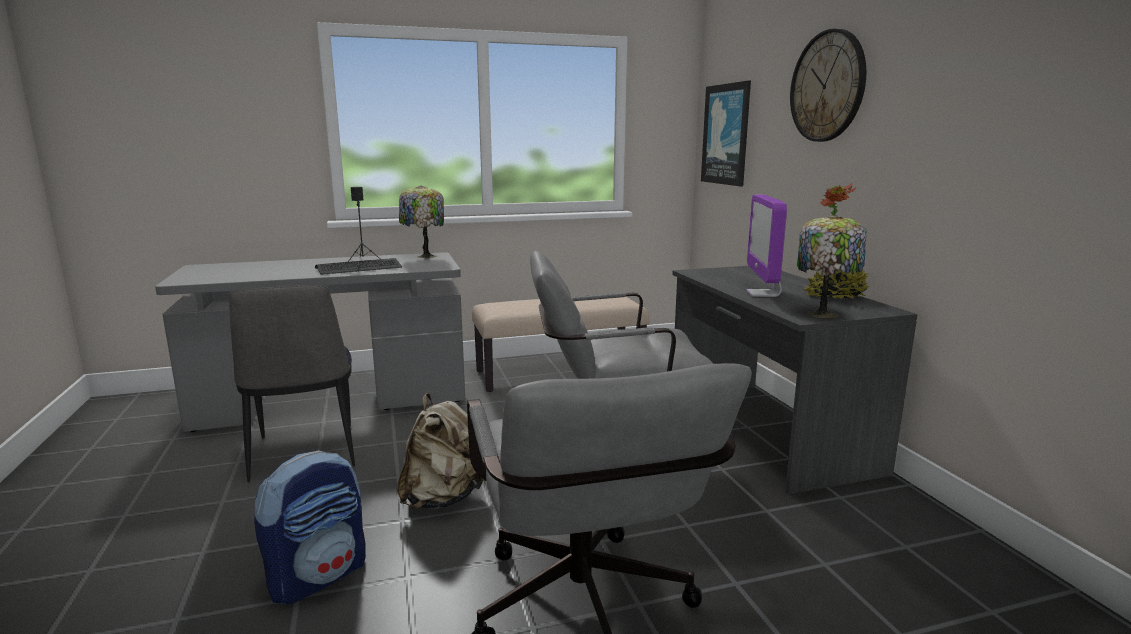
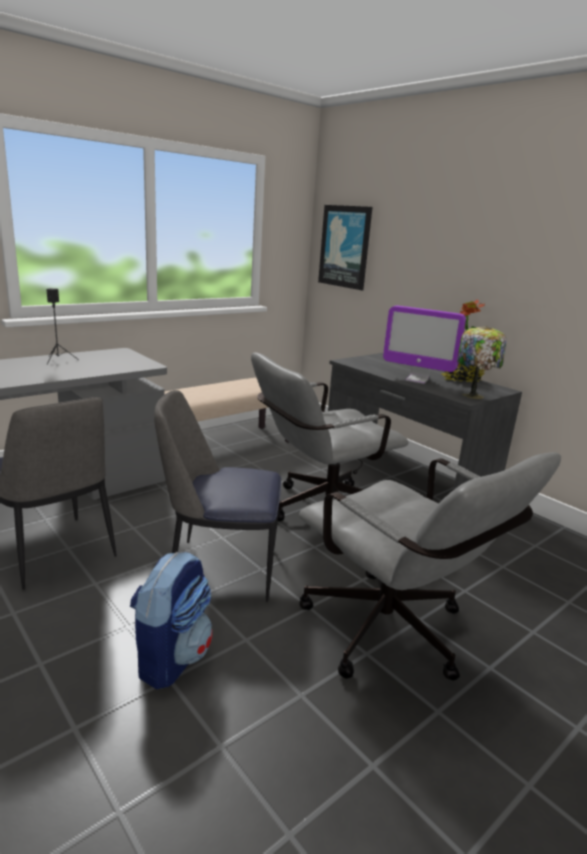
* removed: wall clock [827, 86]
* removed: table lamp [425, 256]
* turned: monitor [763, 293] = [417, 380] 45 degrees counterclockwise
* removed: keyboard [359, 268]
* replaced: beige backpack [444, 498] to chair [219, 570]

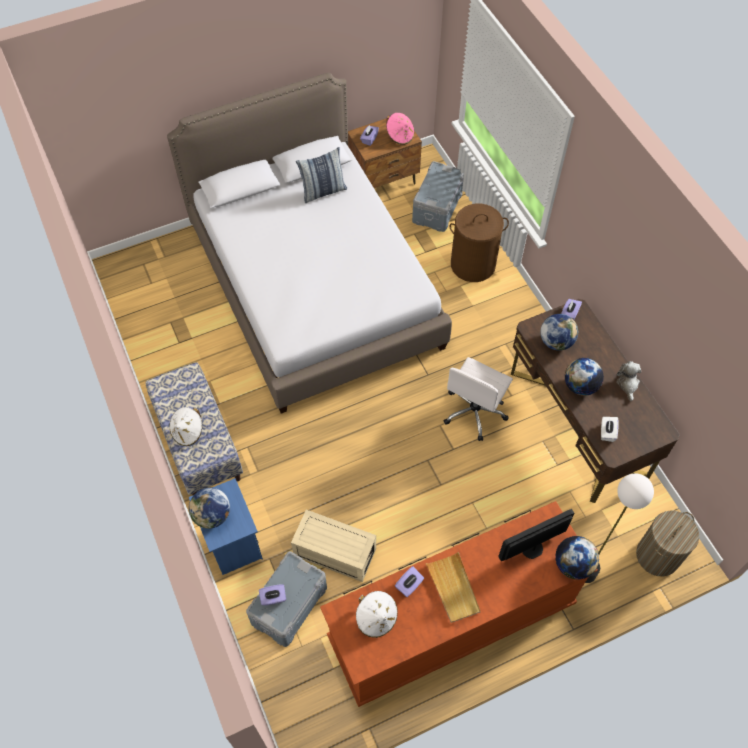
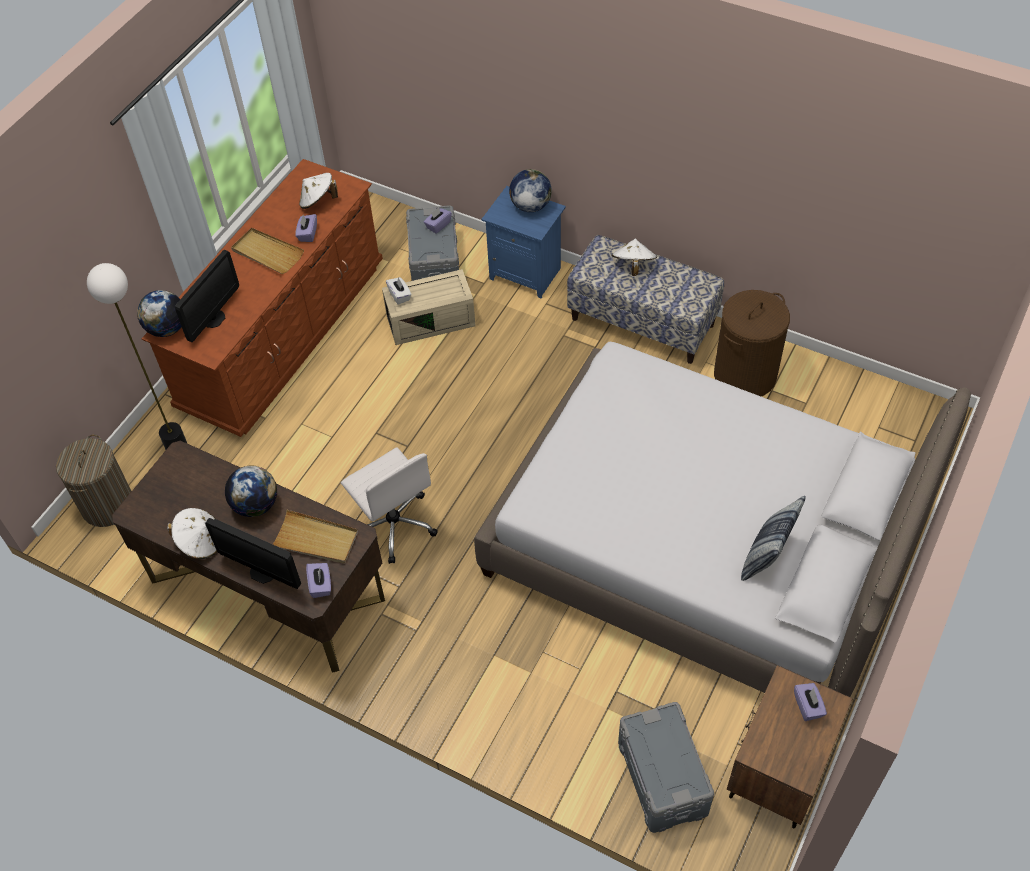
* removed: pink hat [400, 136]
* moved: brown laundry basket [472, 265] to [744, 375]
* replaced: globe [556, 341] to beige tray [316, 539]
* turned: white office chair [474, 412] = [394, 525] 150 degrees clockwise
* replaced: plush toy [627, 384] to white hat [200, 542]
* moved: white tissue box [607, 432] to [399, 295]
* added: monitor [263, 572]

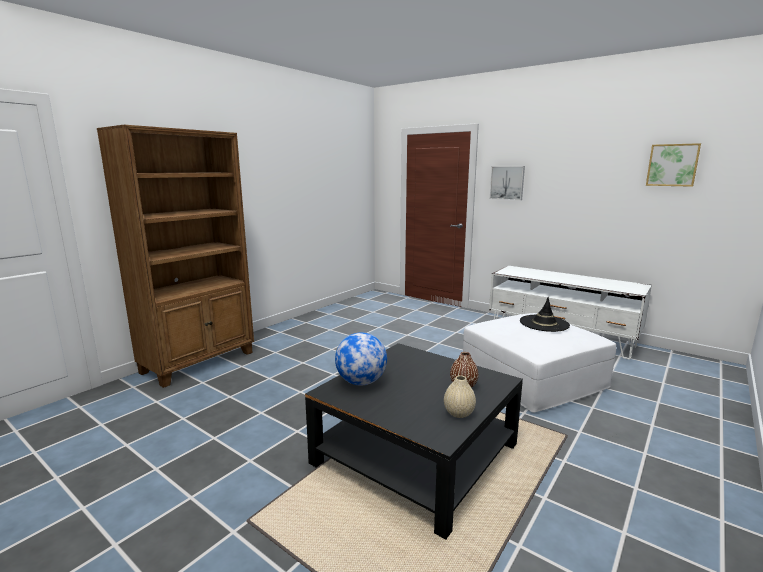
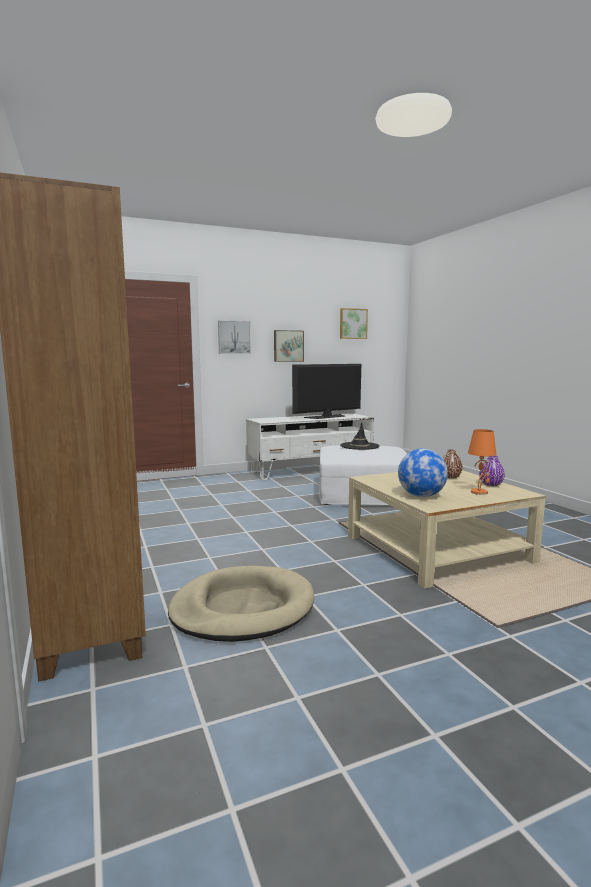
* recoloured: black coffee table [416, 453] to beige coffee table [437, 548]
* recoloured: beige vase [459, 413] to purple vase [491, 484]
* added: picture [288, 346]
* added: television [327, 417]
* added: orange table lamp [479, 492]
* added: beige dog bed [242, 608]

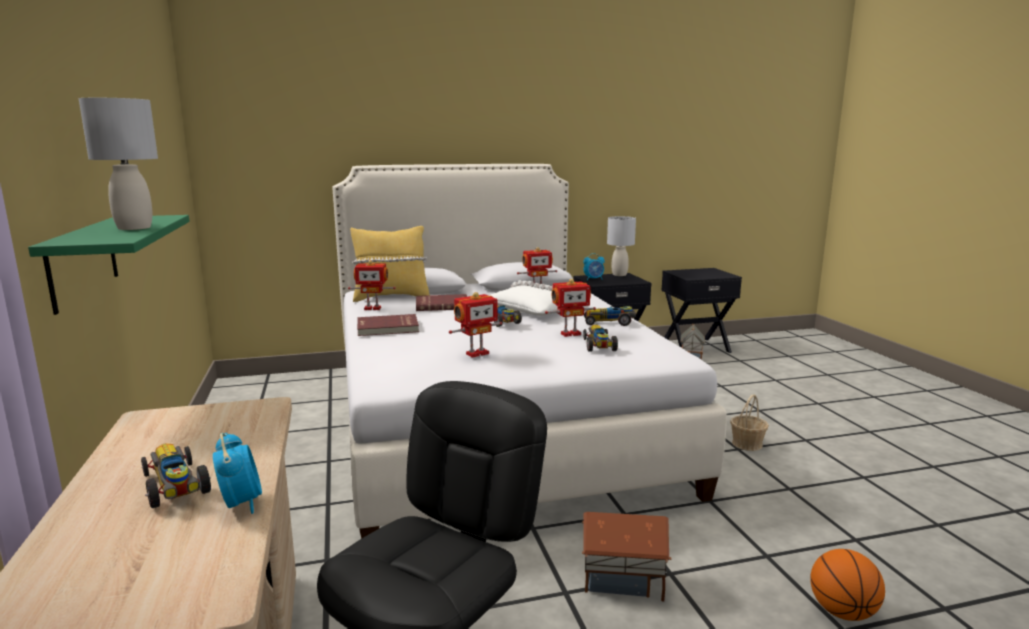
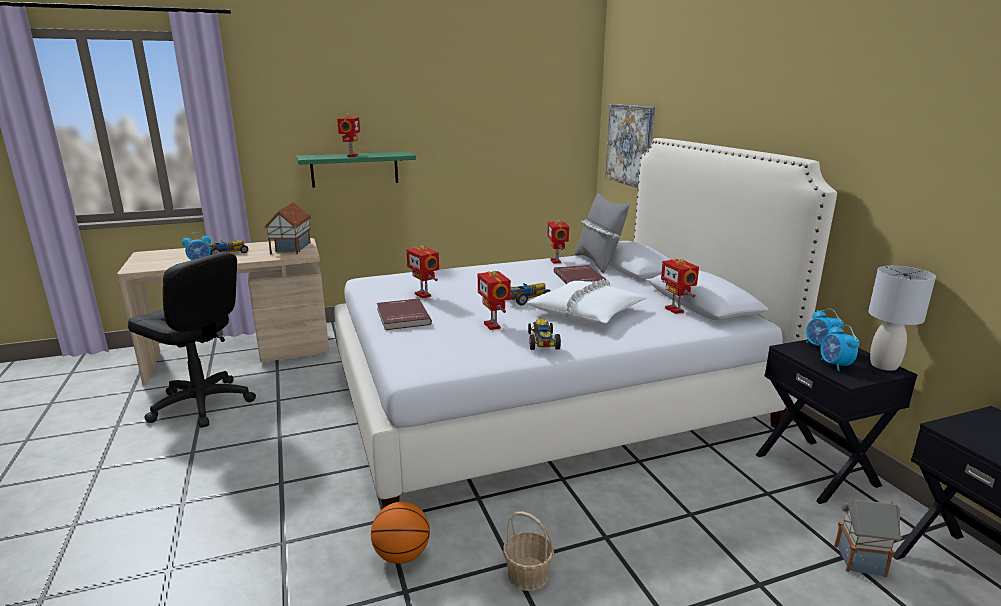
* replaced: grey table lamp [133, 228] to toy robot [351, 156]
* recoloured: yellow pillow [391, 297] to grey pillow [598, 262]
* moved: red book [387, 328] to [402, 317]
* removed: toy car [599, 346]
* moved: toy house [623, 583] to [290, 248]
* moved: basketball [842, 612] to [402, 555]
* added: picture [630, 145]
* added: alarm clock [835, 365]

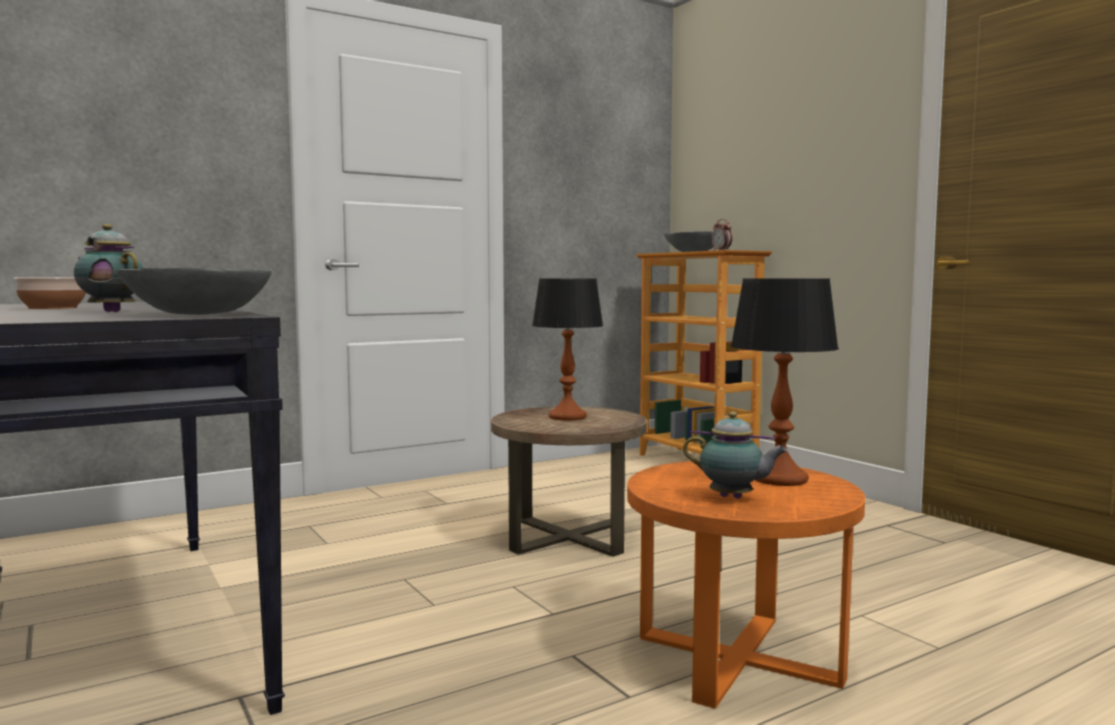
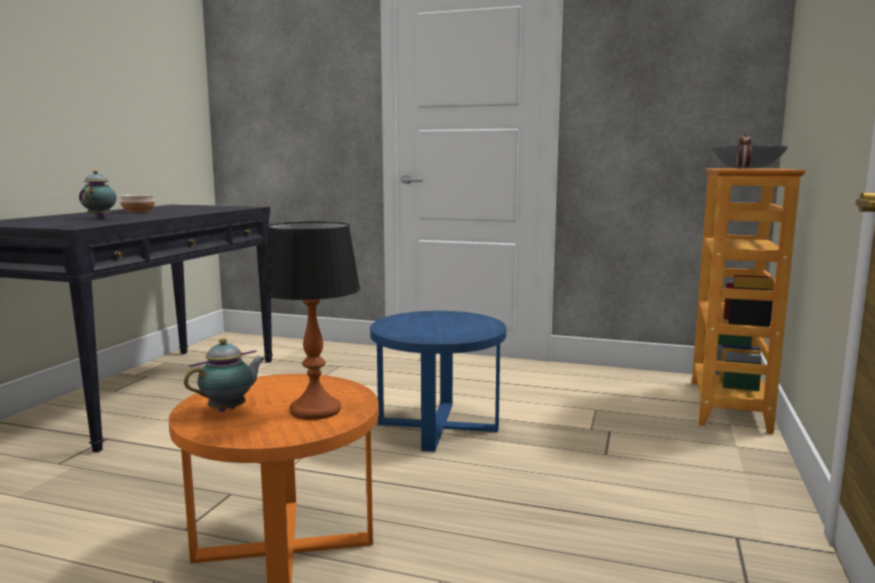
* removed: grey bowl [198, 314]
* removed: table lamp [568, 417]
* recoloured: brown side table [568, 536] to blue side table [438, 425]
* turned: teapot [733, 498] = [230, 409] 120 degrees counterclockwise

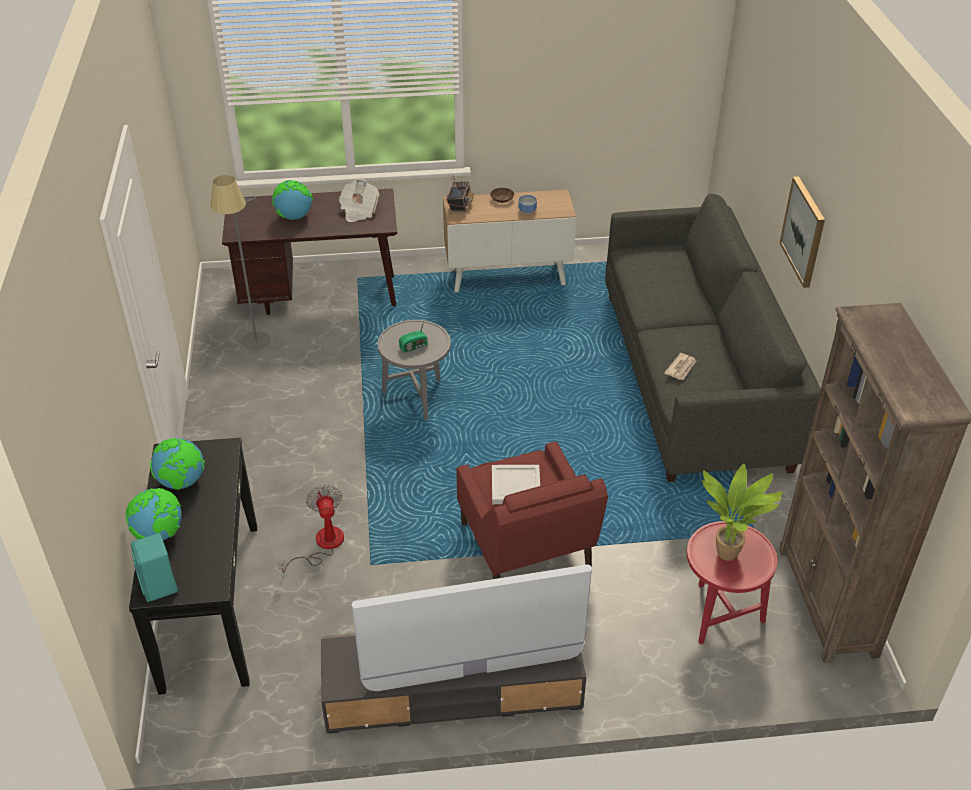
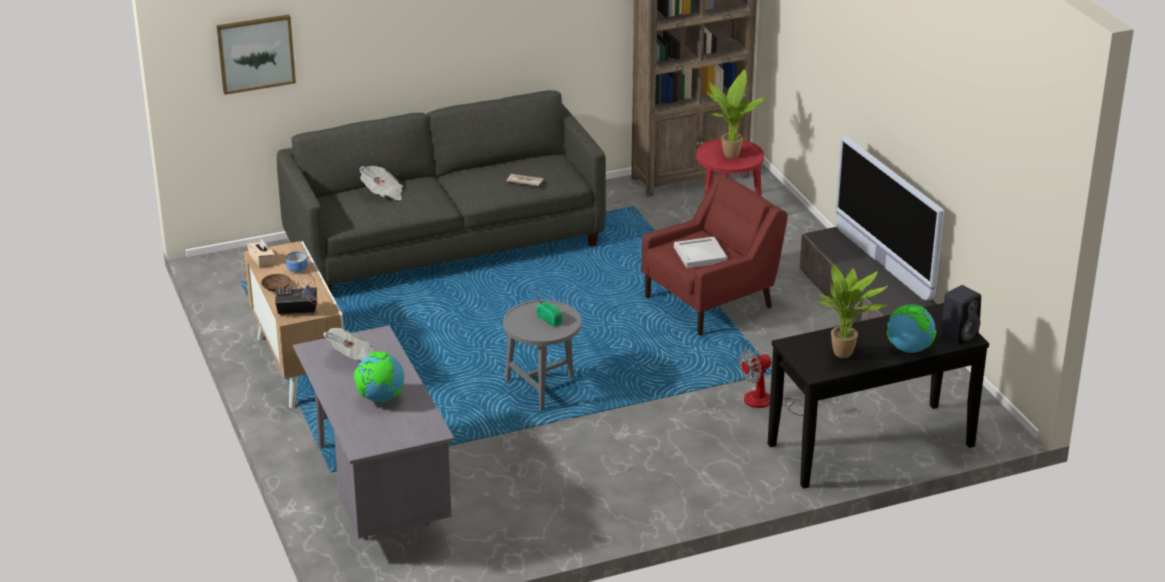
* removed: grey floor lamp [256, 348]
* moved: picture [804, 231] to [256, 53]
* recoloured: brown desk [320, 295] to grey desk [376, 492]
* replaced: globe [182, 483] to potted plant [846, 354]
* recoloured: turquoise speaker [159, 586] to black speaker [959, 334]
* added: newspaper [382, 193]
* added: beige tissue box [262, 260]

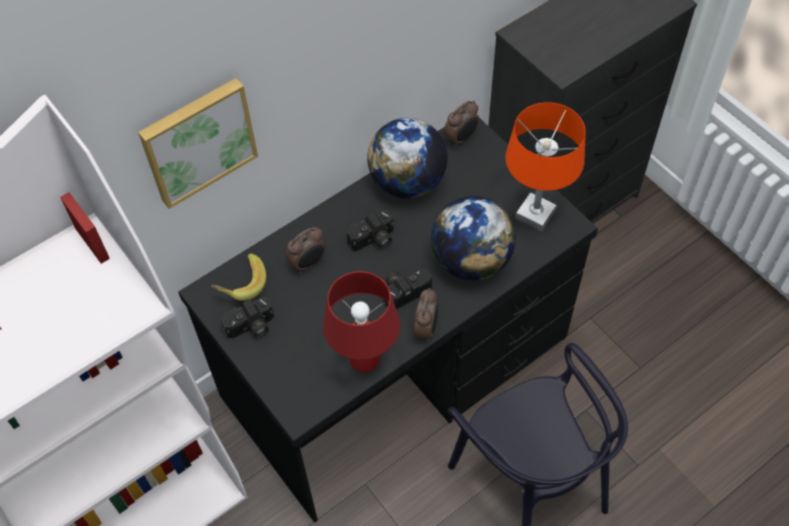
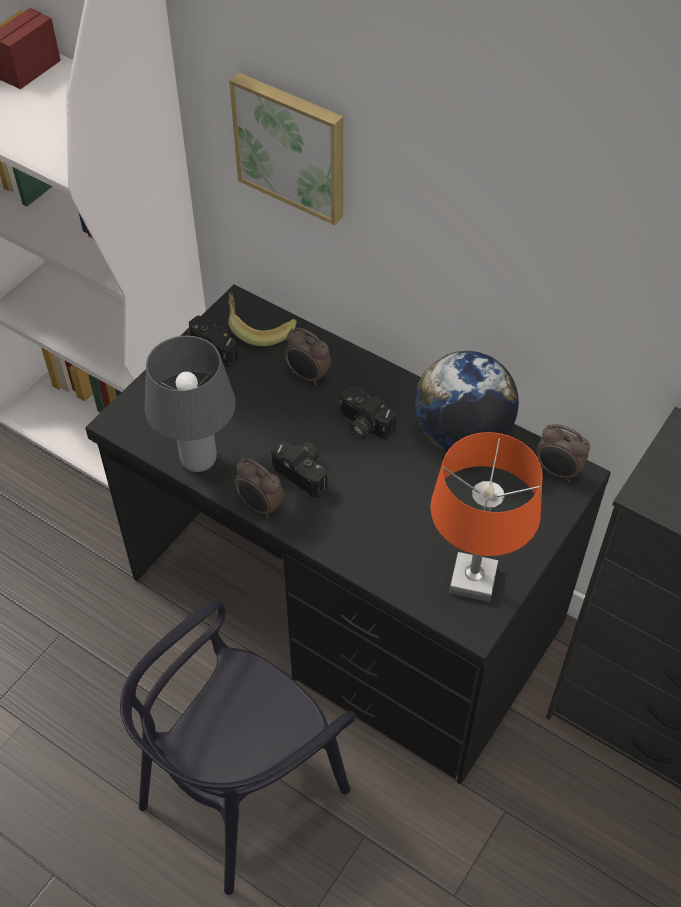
* removed: globe [471, 260]
* recoloured: red table lamp [364, 360] to grey table lamp [199, 459]
* turned: alarm clock [426, 328] = [260, 506] 45 degrees clockwise

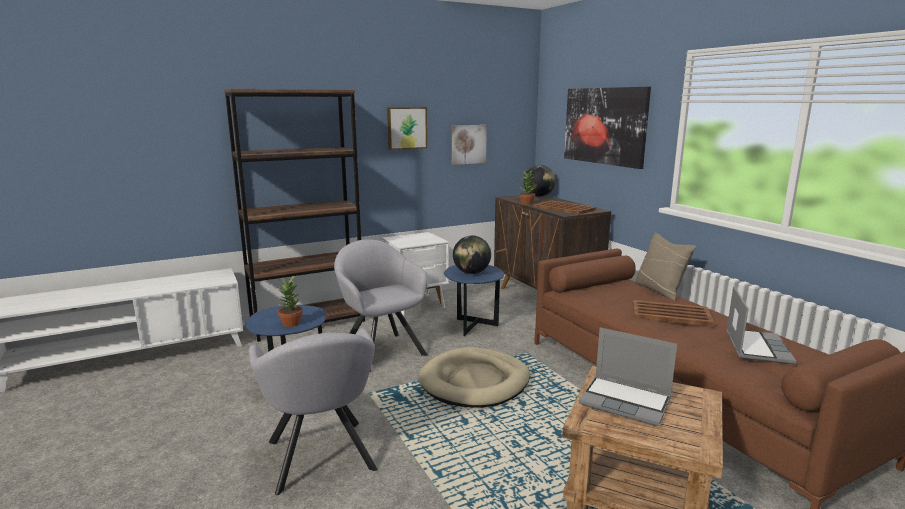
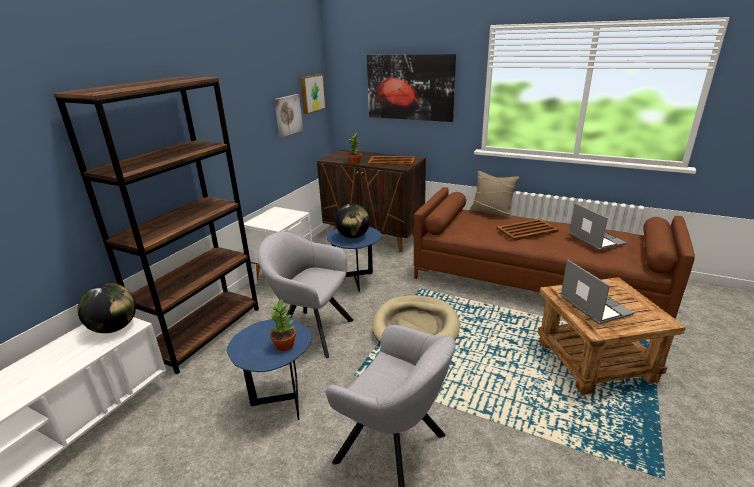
* moved: picture [406, 128] to [311, 93]
* moved: globe [538, 196] to [114, 328]
* turned: laptop [626, 401] = [593, 306] 105 degrees counterclockwise

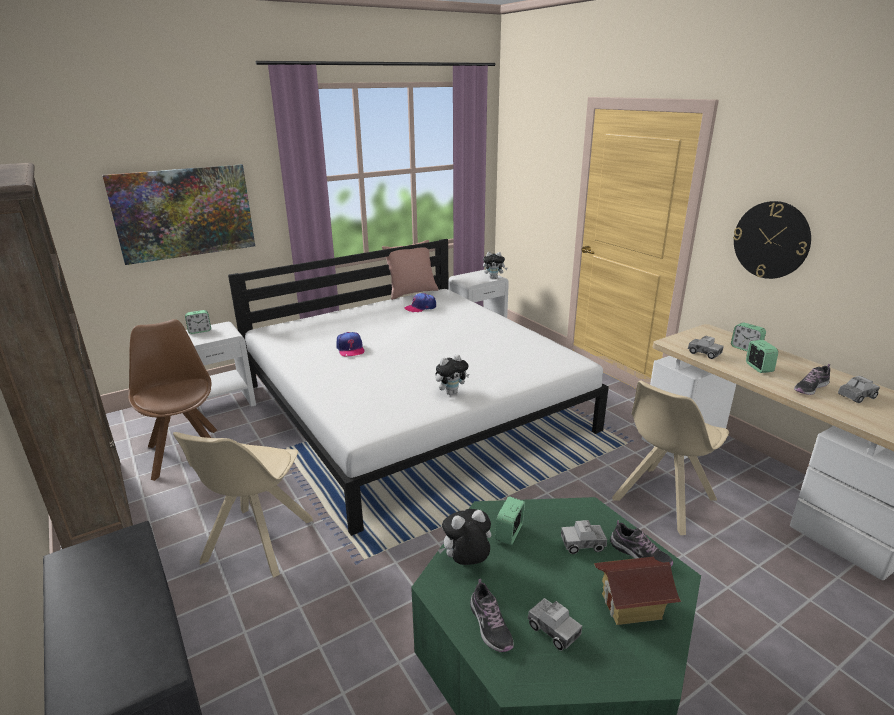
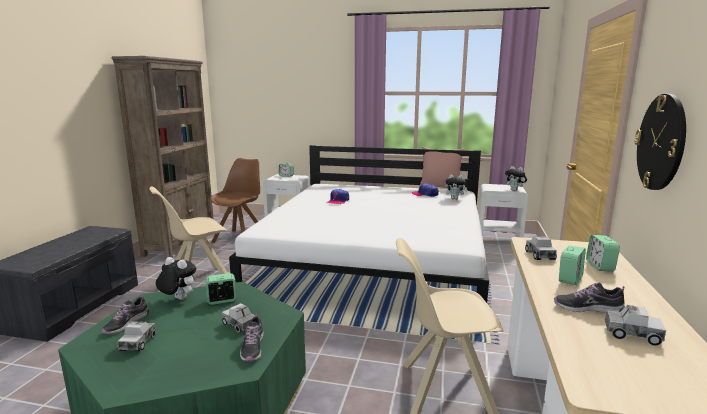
* removed: picture [184, 213]
* moved: plush toy [451, 392] to [455, 199]
* removed: toy house [631, 607]

